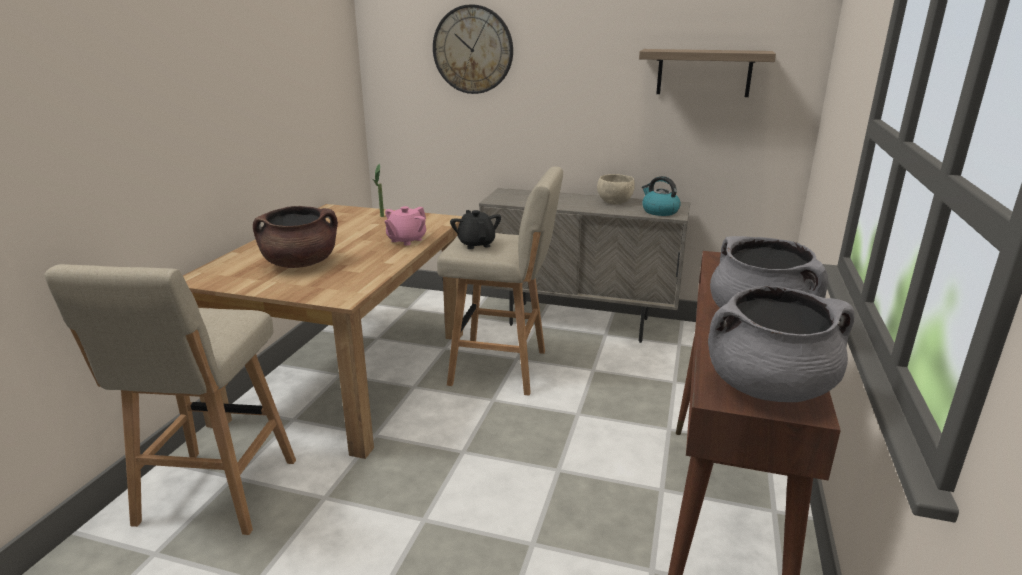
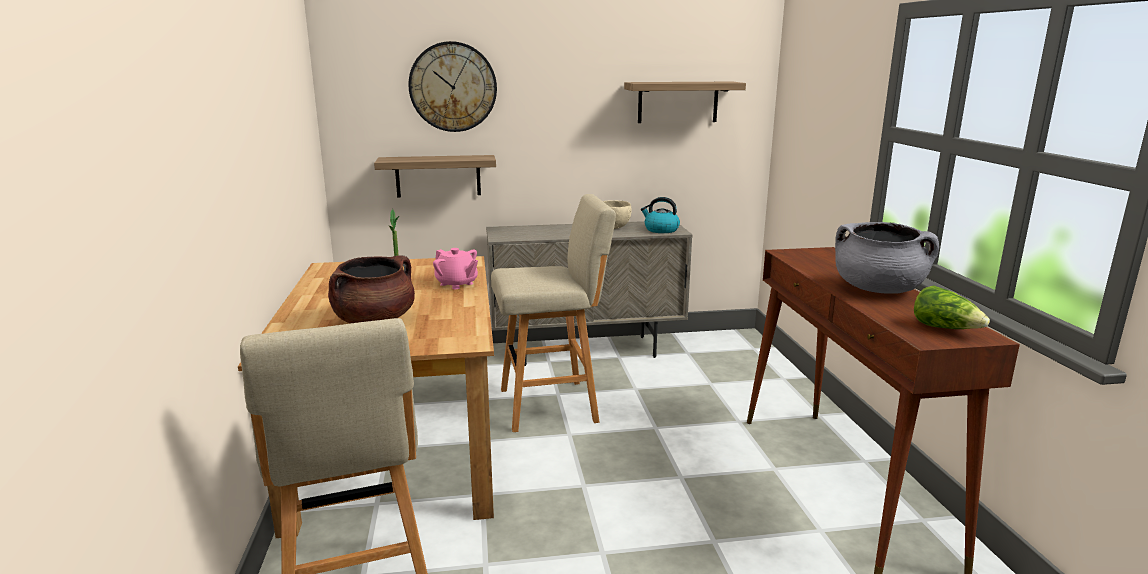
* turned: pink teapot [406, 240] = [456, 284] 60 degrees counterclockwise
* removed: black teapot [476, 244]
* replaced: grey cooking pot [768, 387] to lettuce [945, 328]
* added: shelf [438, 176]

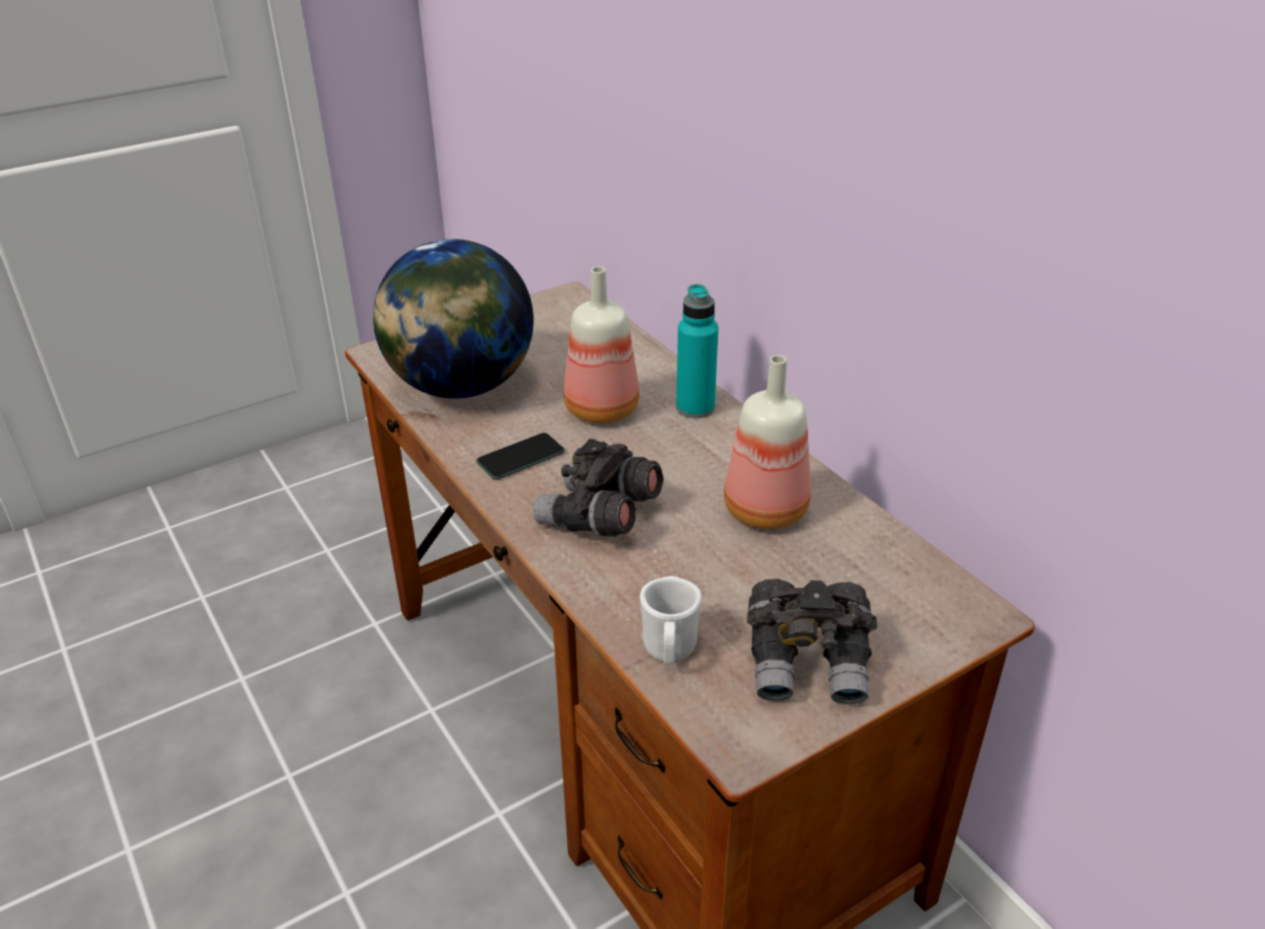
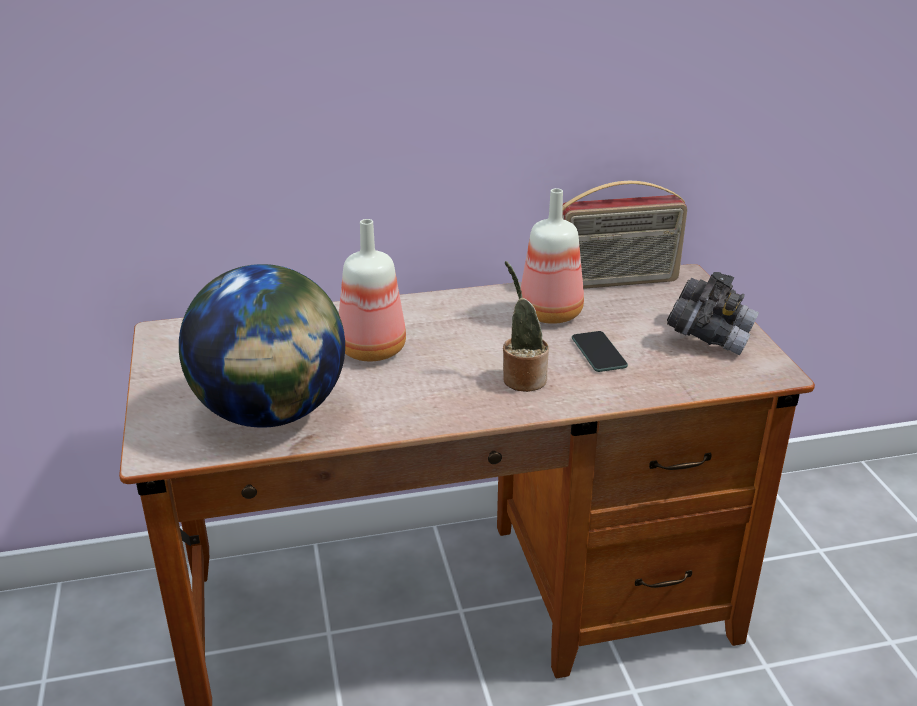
* removed: turquoise bottle [695, 408]
* moved: phone [520, 457] to [598, 352]
* replaced: grey binoculars [599, 518] to potted plant [522, 378]
* removed: white mug [669, 651]
* added: radio [617, 281]

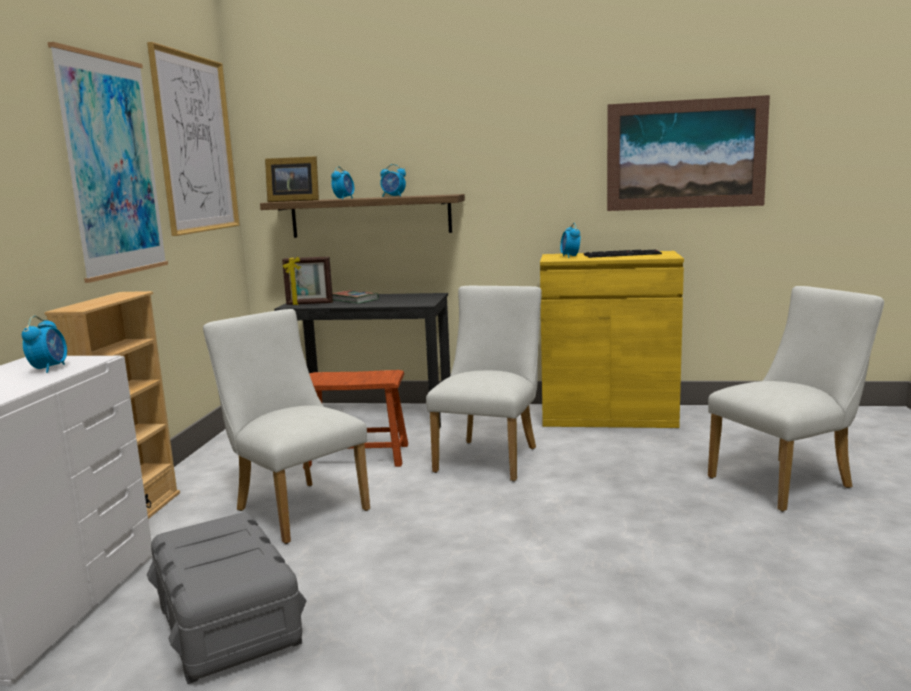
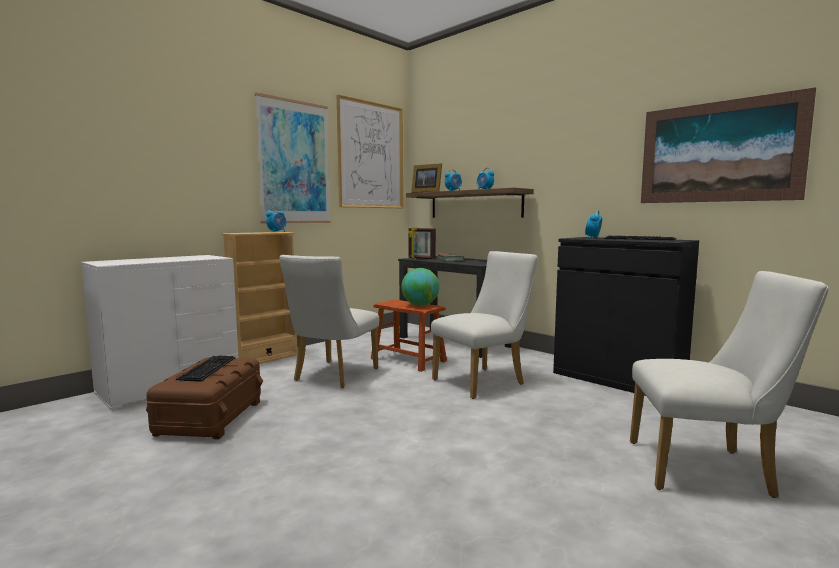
* recoloured: yellow cabinet [608, 416] to black cabinet [617, 379]
* turned: white chair [295, 508] = [332, 376] 150 degrees counterclockwise
* moved: alarm clock [49, 369] to [277, 232]
* recoloured: grey storage box [226, 624] to brown storage box [210, 417]
* added: globe [420, 305]
* added: keyboard [207, 368]

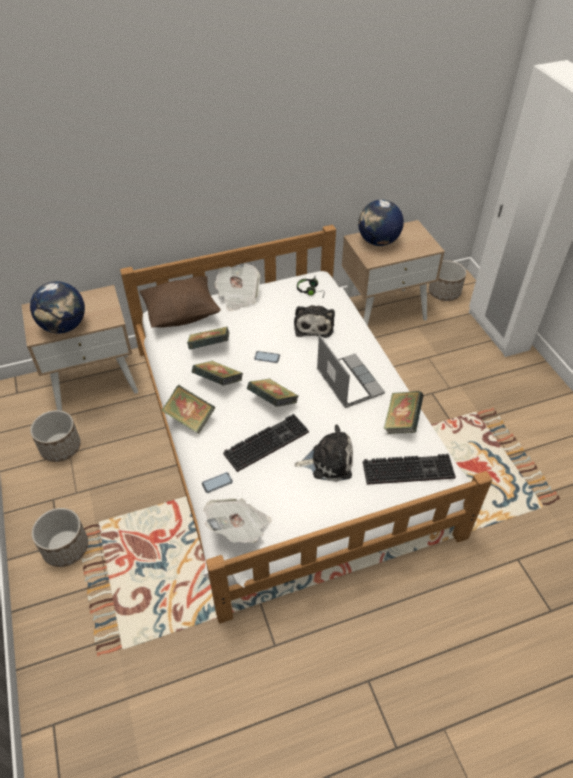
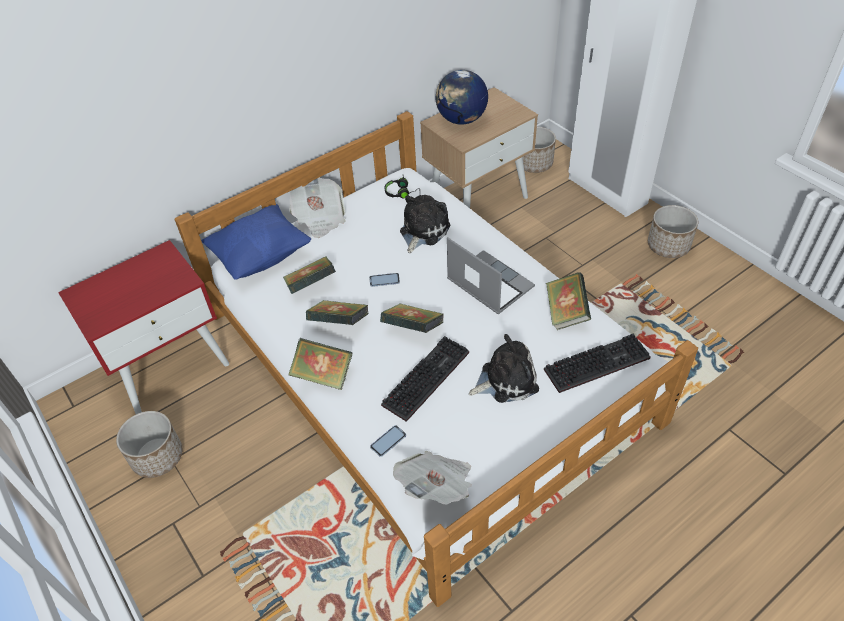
* recoloured: brown pillow [182, 314] to blue pillow [261, 256]
* removed: globe [64, 326]
* recoloured: beige nightstand [94, 382] to red nightstand [169, 366]
* turned: plush toy [314, 325] = [422, 231] 135 degrees counterclockwise
* moved: planter [65, 548] to [668, 246]

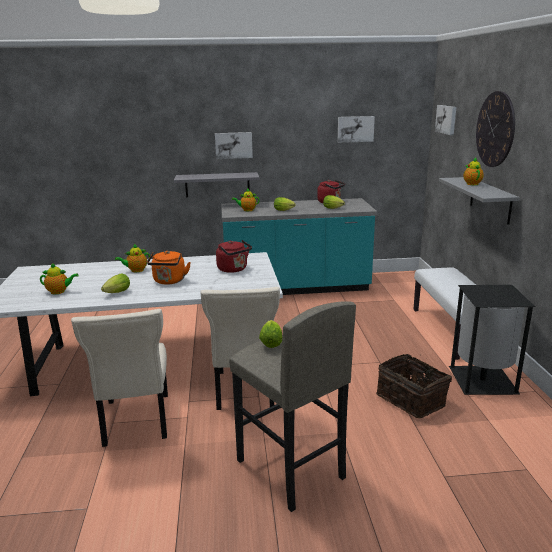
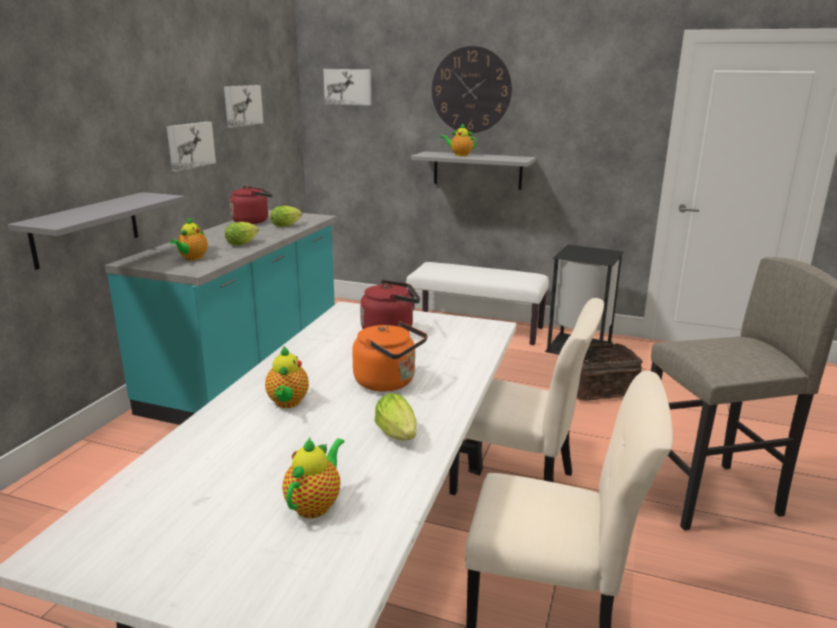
* moved: picture [233, 145] to [189, 145]
* removed: lettuce [271, 342]

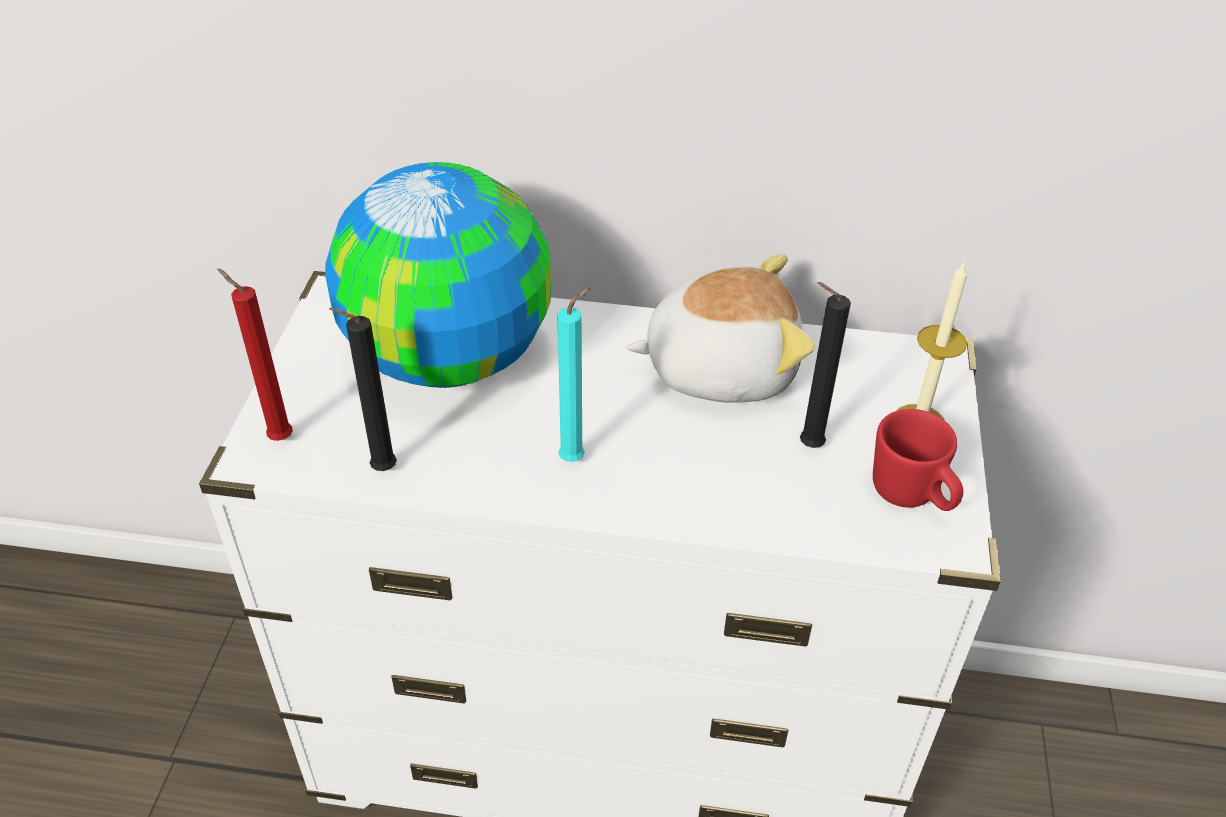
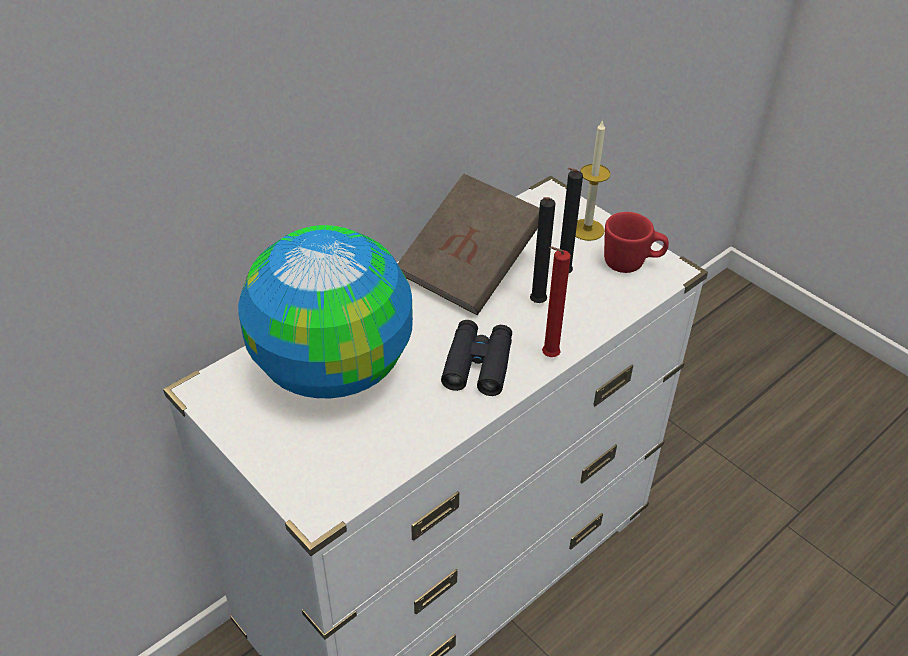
* replaced: plush toy [720, 367] to brown book [470, 269]
* moved: red candle [278, 437] to [547, 357]
* replaced: turquoise candle [575, 458] to black binoculars [478, 364]
* moved: black candle [379, 469] to [536, 304]

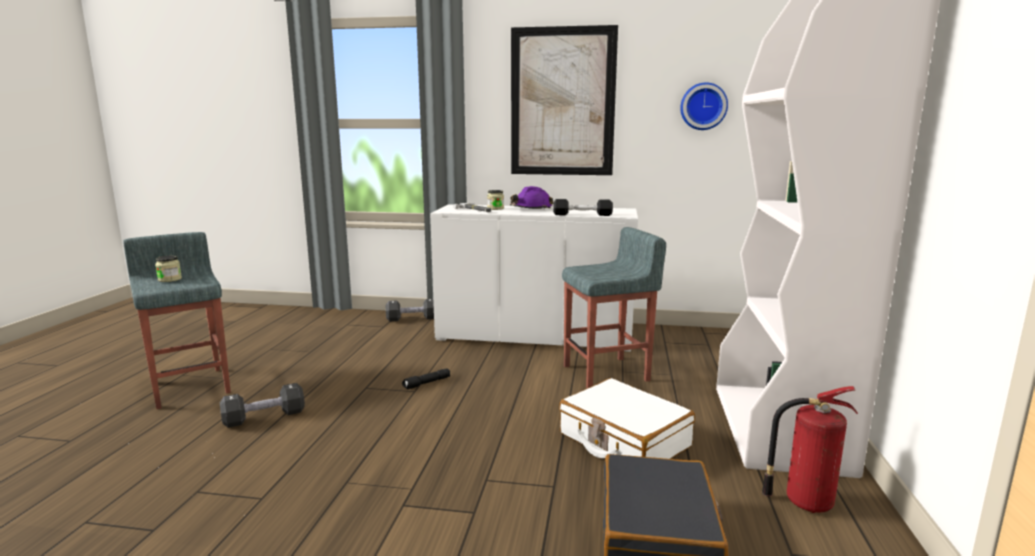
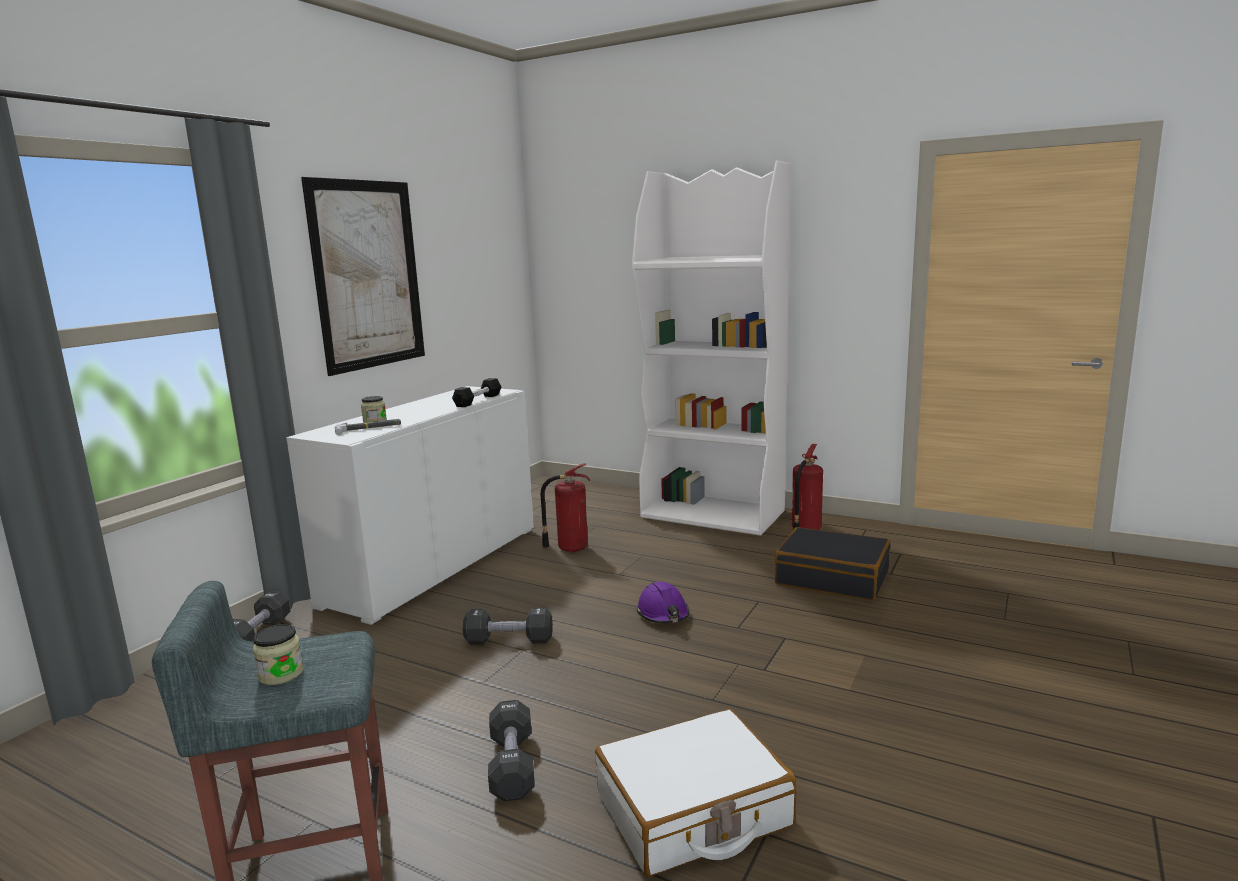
* removed: wall clock [703, 106]
* moved: purple hard hat [531, 209] to [663, 614]
* replaced: grey stool [607, 373] to fire extinguisher [570, 548]
* replaced: black flashlight [427, 383] to black dumbbell [509, 640]
* moved: white suitcase [623, 440] to [693, 811]

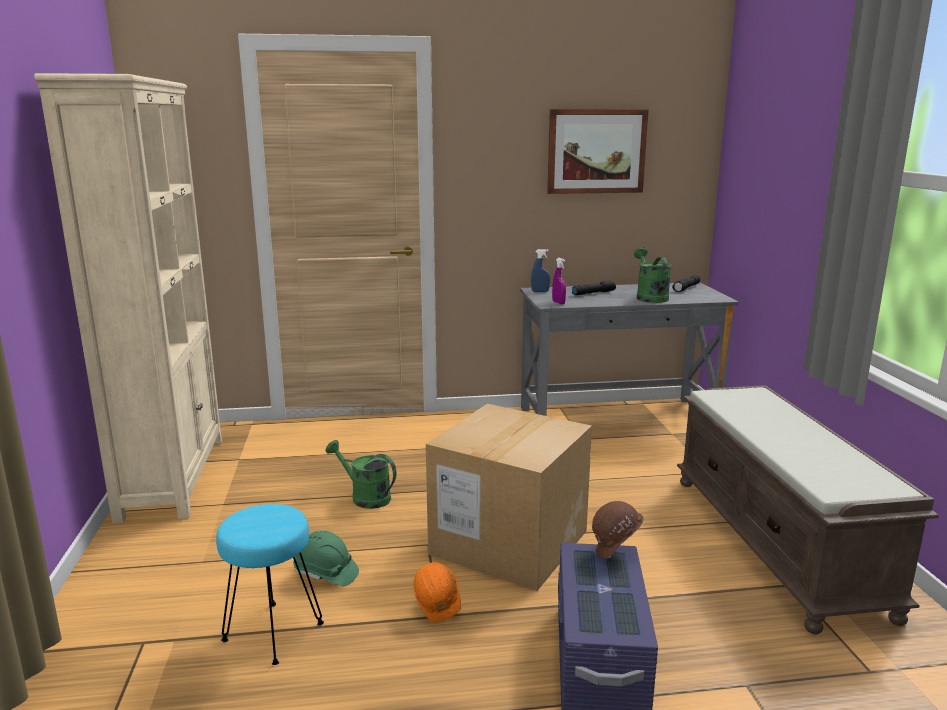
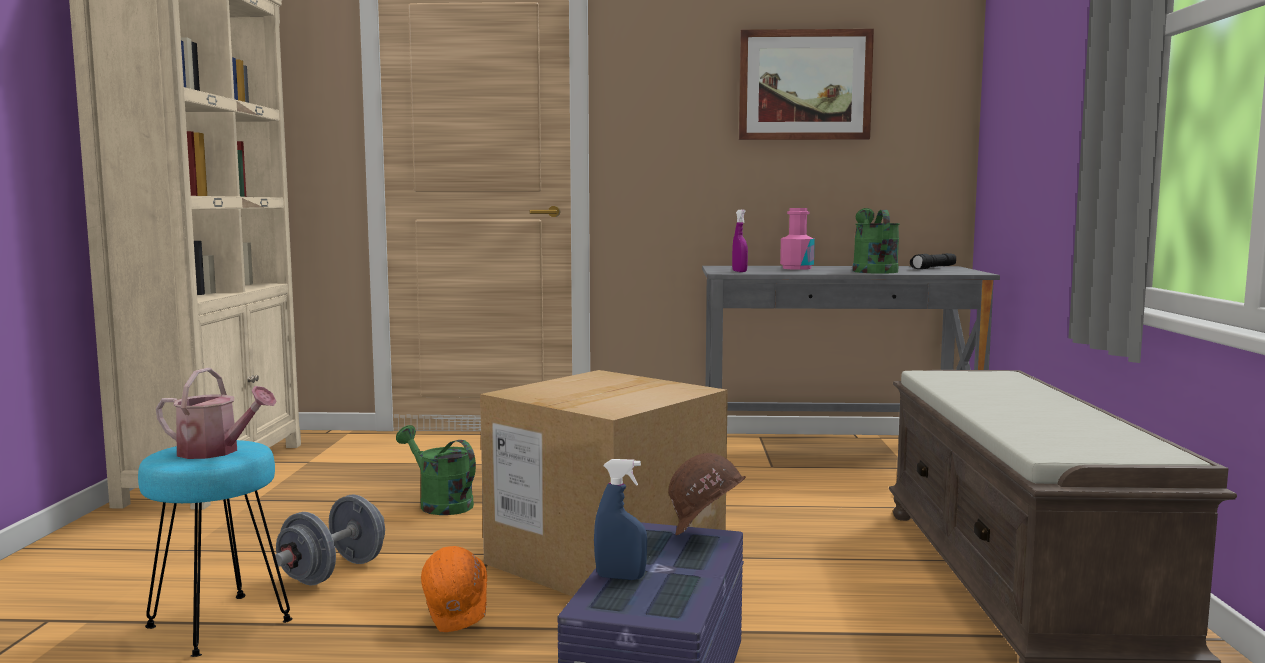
* moved: blue spray bottle [540, 291] to [620, 577]
* replaced: black flashlight [593, 293] to pink bottle [796, 268]
* replaced: green hard hat [326, 573] to grey dumbbell [333, 572]
* added: watering can [216, 451]

